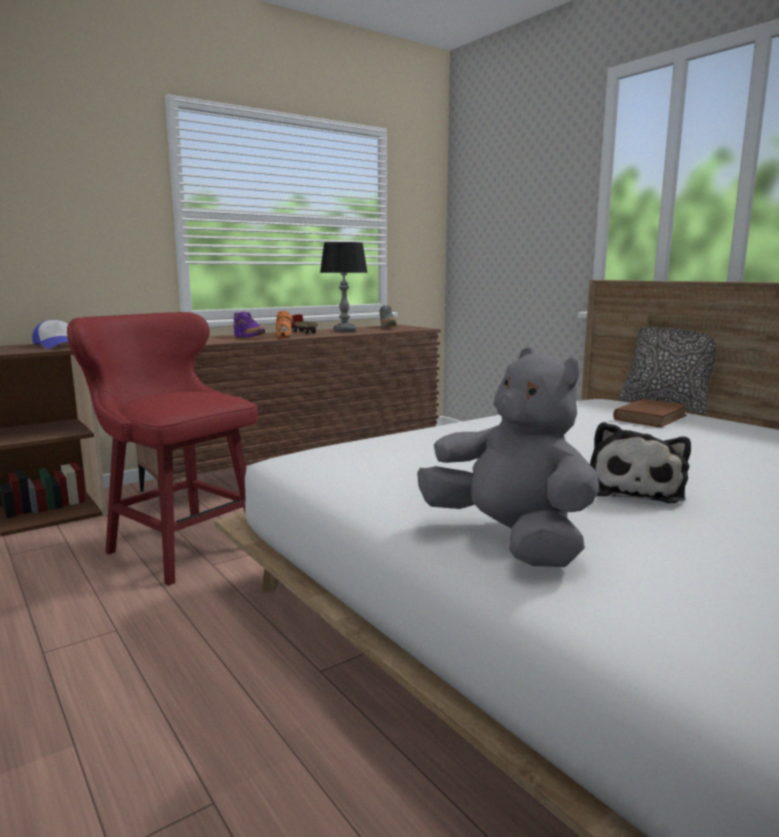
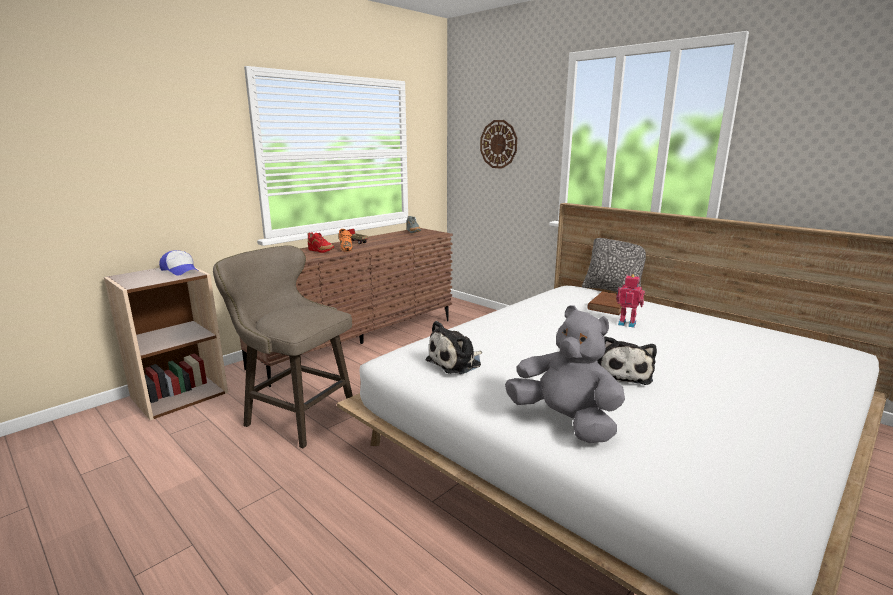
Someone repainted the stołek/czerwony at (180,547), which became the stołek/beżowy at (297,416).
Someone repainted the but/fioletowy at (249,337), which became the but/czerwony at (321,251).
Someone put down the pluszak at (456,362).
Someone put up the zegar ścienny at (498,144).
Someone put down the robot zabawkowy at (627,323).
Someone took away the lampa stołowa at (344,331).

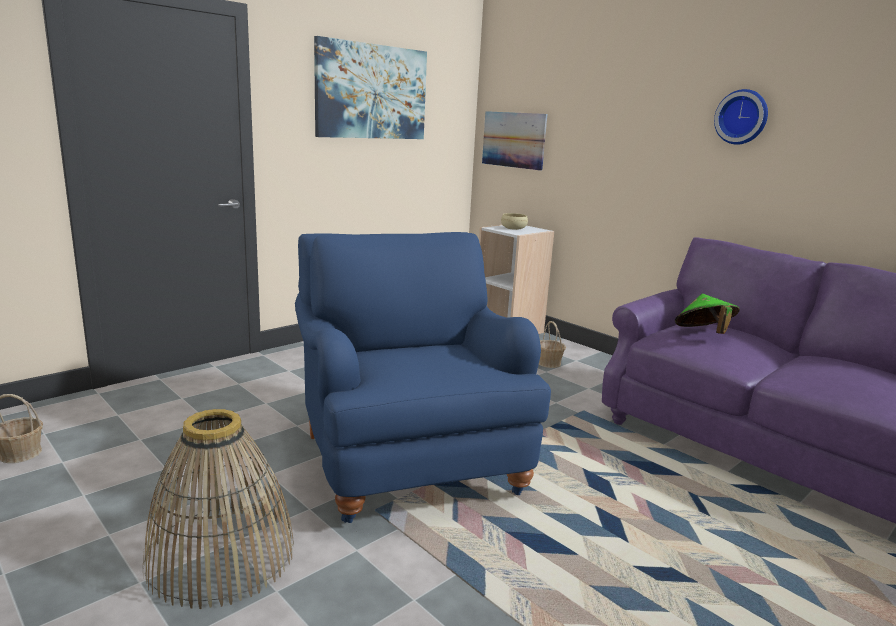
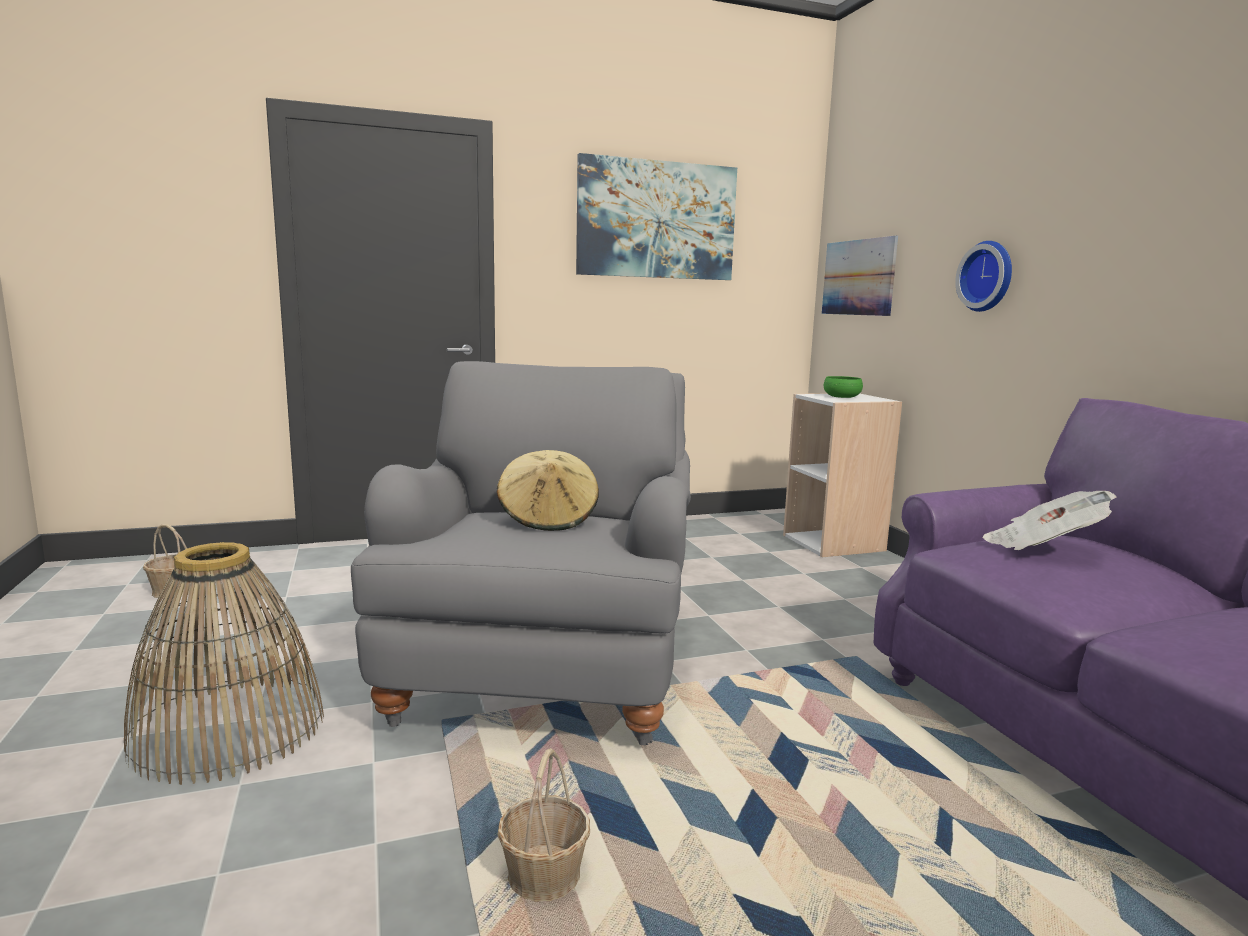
Someone repainted the fotel/niebieski at (407,457), which became the fotel/szary at (546,668).
Someone put down the kapelusz/beżowy at (548,519).
Someone carried the koszyk from (548,363) to (543,877).
Someone repainted the miska/beżowy at (513,228), which became the miska/zielony at (842,396).
Someone carried the zegar ścienny from (742,117) to (988,276).
Someone swapped the kapelusz/zielony at (703,334) for the gazeta at (1042,547).

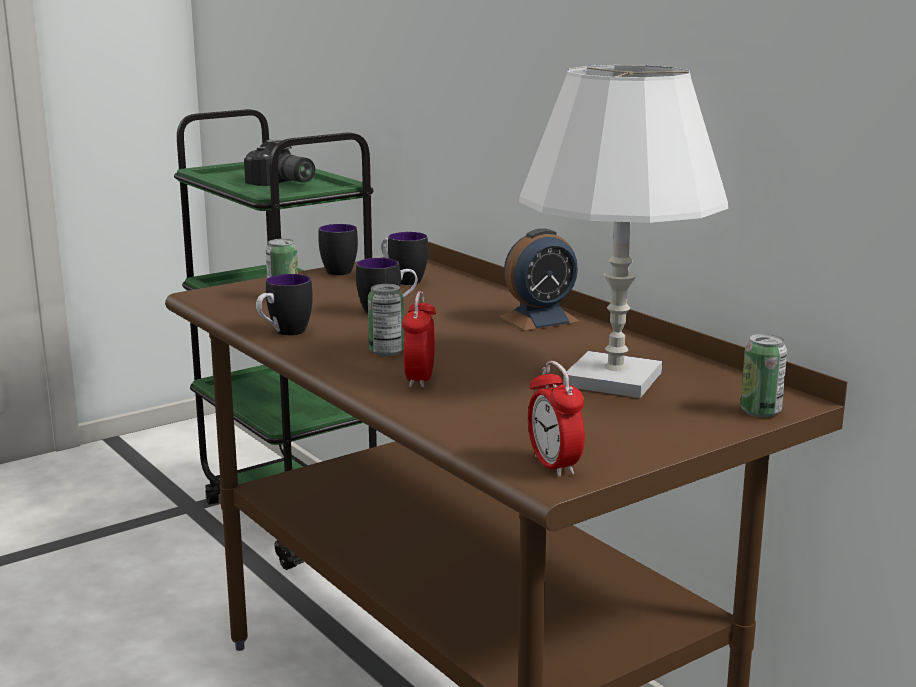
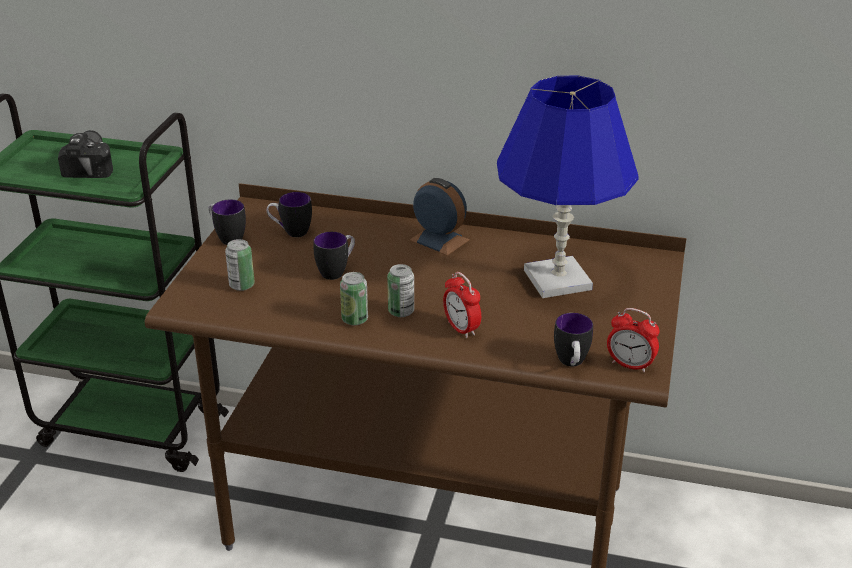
Someone rotated the aparat fotograficzny at (281,183) by 90 degrees counterclockwise.
Someone carried the puszka from (760,411) to (354,319).
Someone rotated the budzik at (539,319) by 75 degrees counterclockwise.
Someone repainted the lampa stołowa/biały at (614,379), which became the lampa stołowa/niebieski at (558,279).
Someone carried the kubek from (284,333) to (571,364).

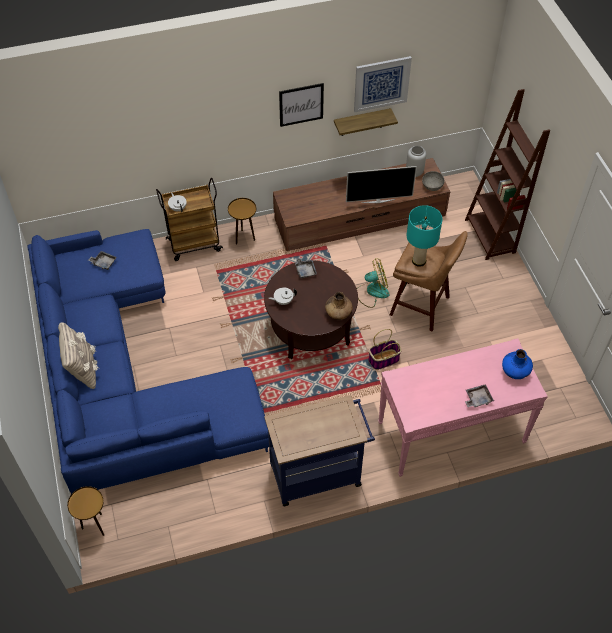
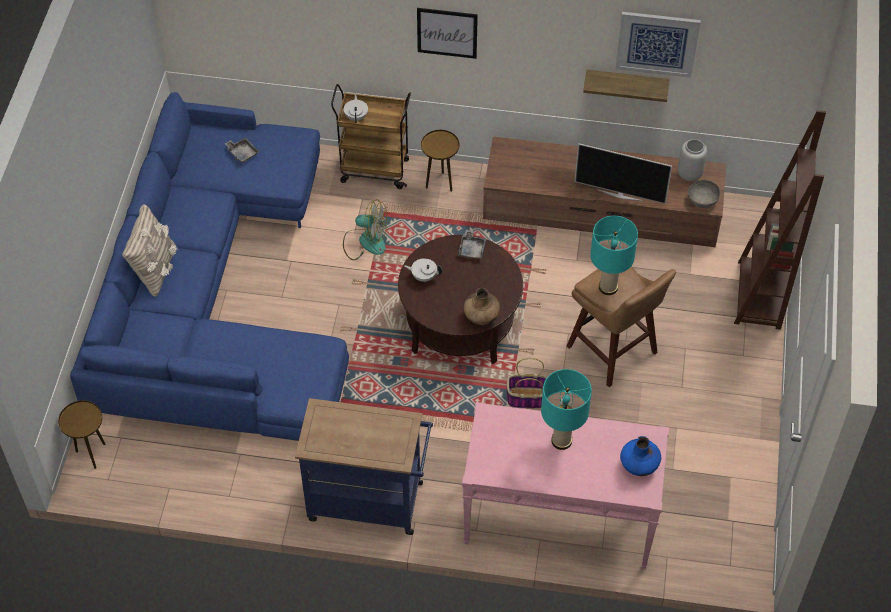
Someone carried the wentylator from (372,292) to (365,242).
Someone carried the obraz from (301,104) to (447,32).
Someone put down the lampa stołowa/turkusowy at (561,441).
Someone took away the taca/szary at (477,399).

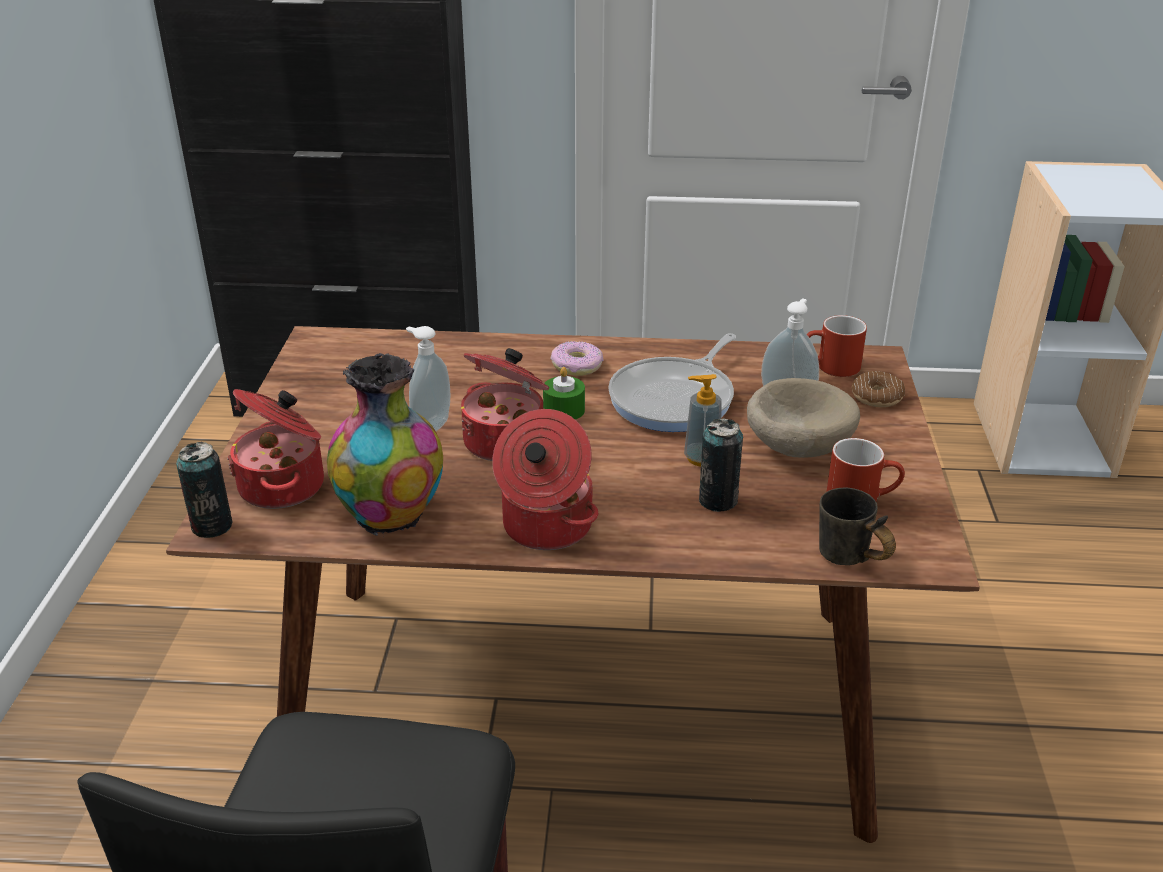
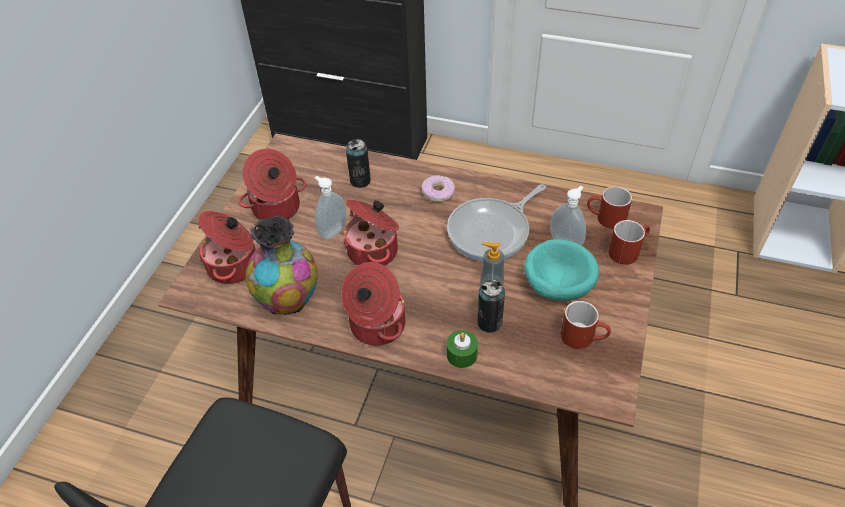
Someone put down the garnek at (277,208).
Someone carried the puszka from (212,526) to (360,181).
Someone carried the świeca/zielony from (564,410) to (461,354).
Someone repainted the miska/beżowy at (796,446), which became the miska/turkusowy at (556,285).
Someone swapped the donut at (877,397) for the kubek/czerwony at (627,250).
Someone took away the kubek/szary at (847,562).

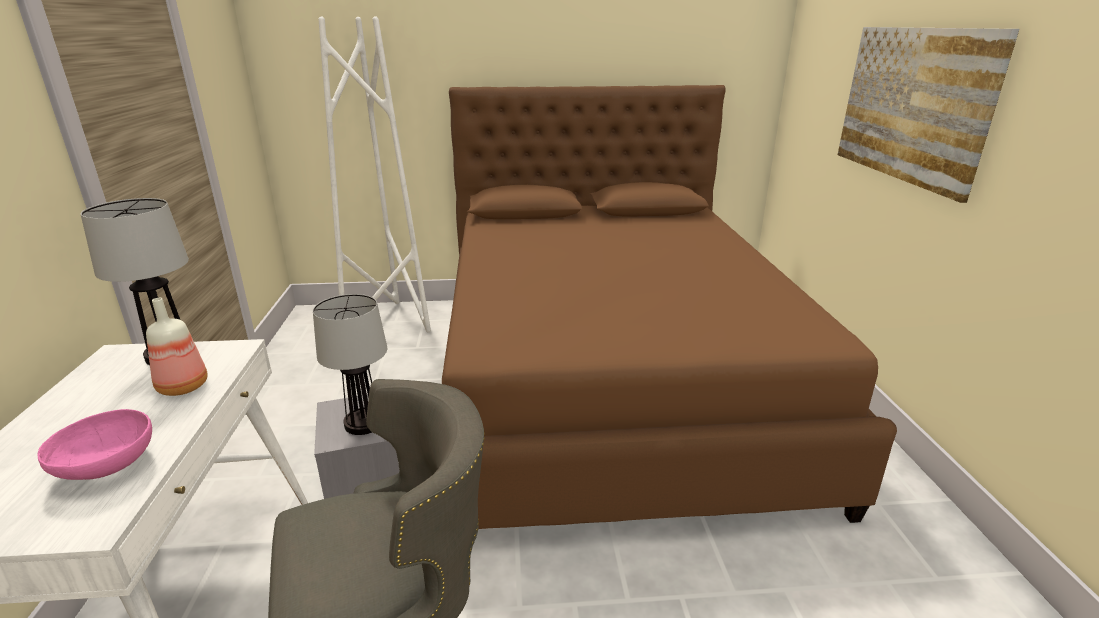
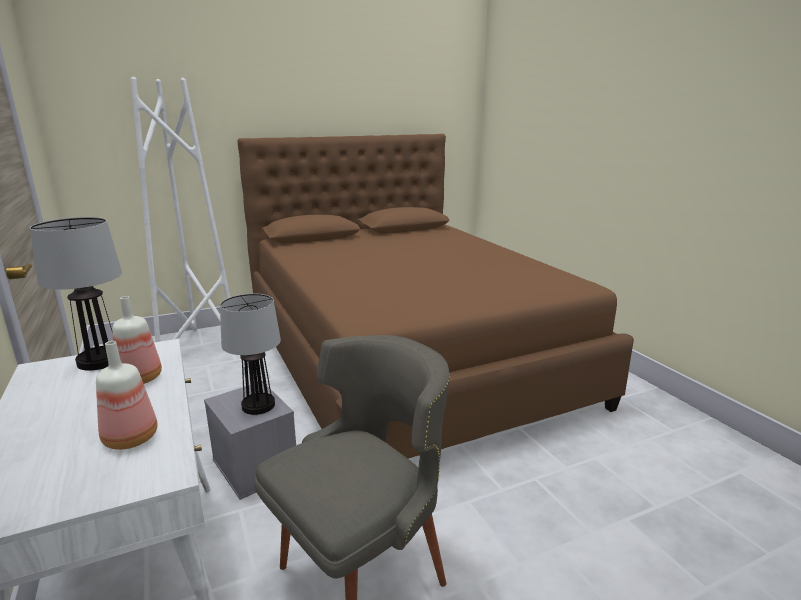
Someone swapped the miska/różowy at (108,468) for the butelka at (132,439).
Someone took away the obraz at (912,105).

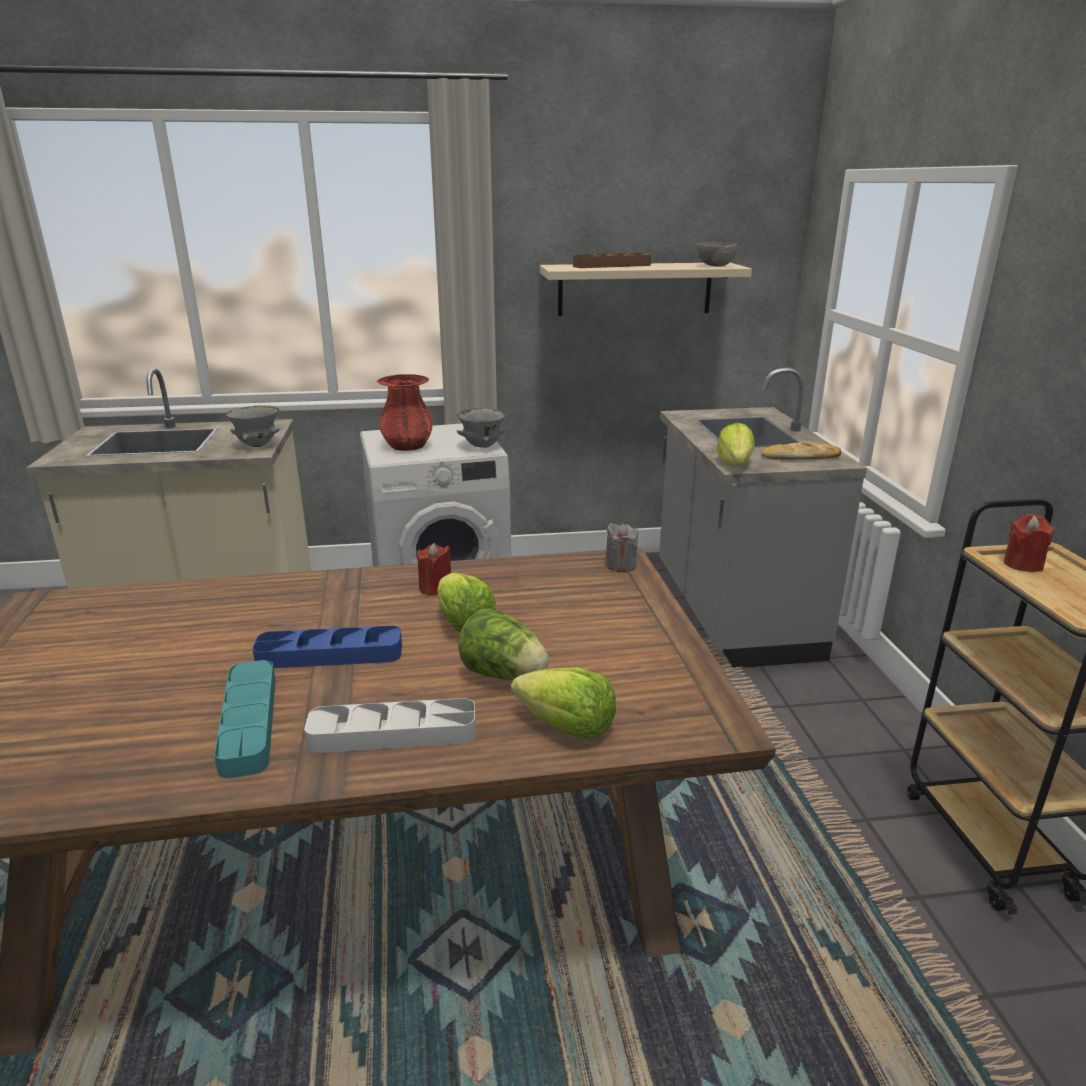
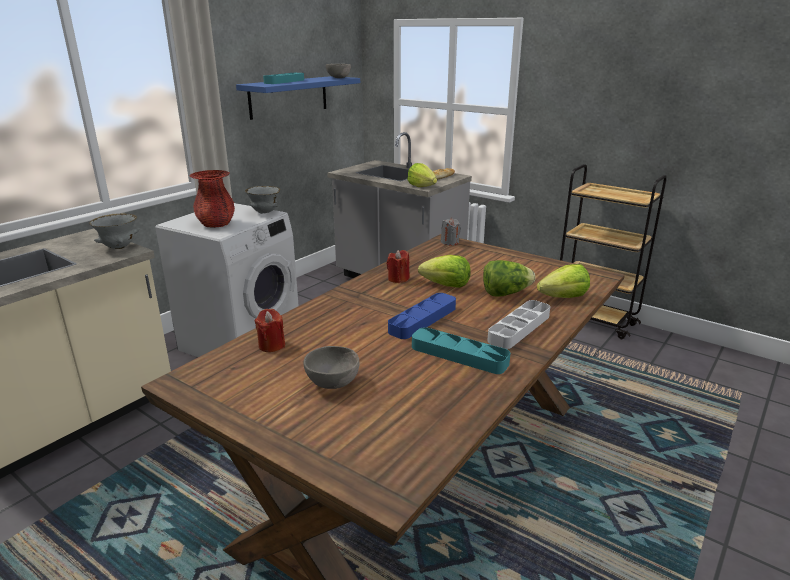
Someone repainted the półka/beżowy at (635,289), which became the półka/niebieski at (289,97).
Someone carried the świeca/czerwony from (1022,564) to (271,345).
Someone repainted the taca/brązowy at (612,266), which became the taca/turkusowy at (284,81).
Someone put down the miska/szary at (333,384).

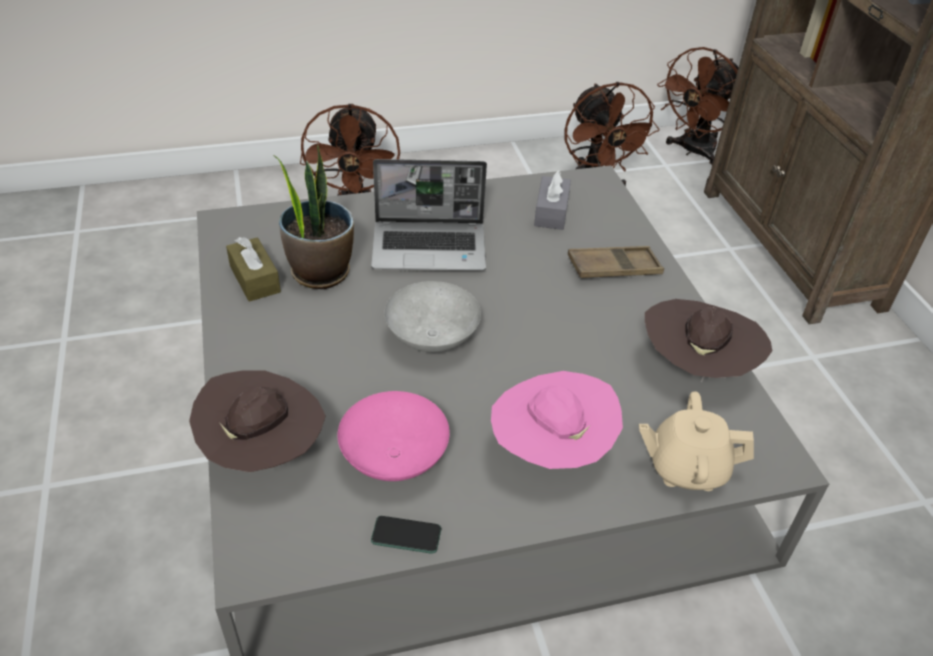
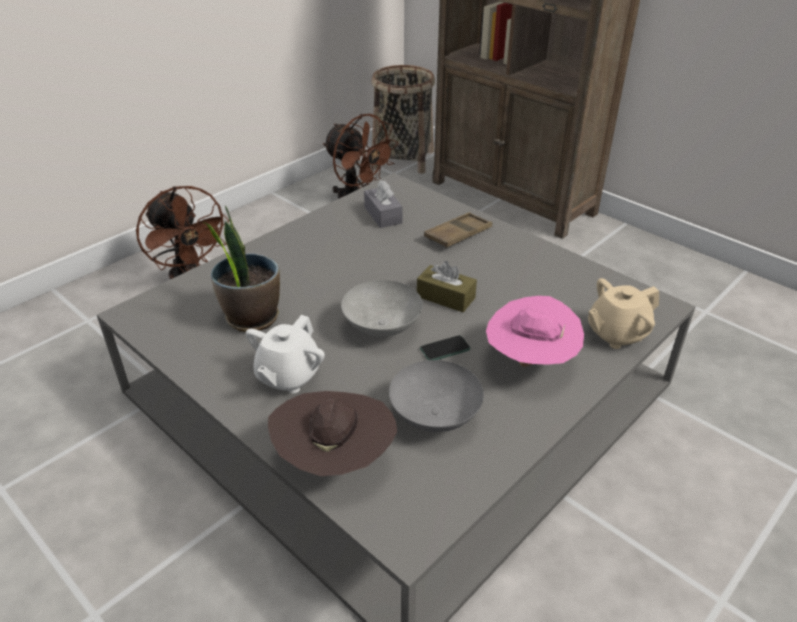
Someone put down the imbryk/biały at (288,376).
Someone swapped the wentylator/brązowy at (692,151) for the koszyk at (403,159).
Someone repainted the miska/różowy at (392,459), which became the miska/szary at (434,417).
Someone carried the pudełko chusteczek/brązowy from (255,279) to (445,297).
Someone carried the telefon from (406,535) to (445,349).
Someone took away the laptop at (430,247).
Someone took away the kapelusz/brązowy at (696,368).

